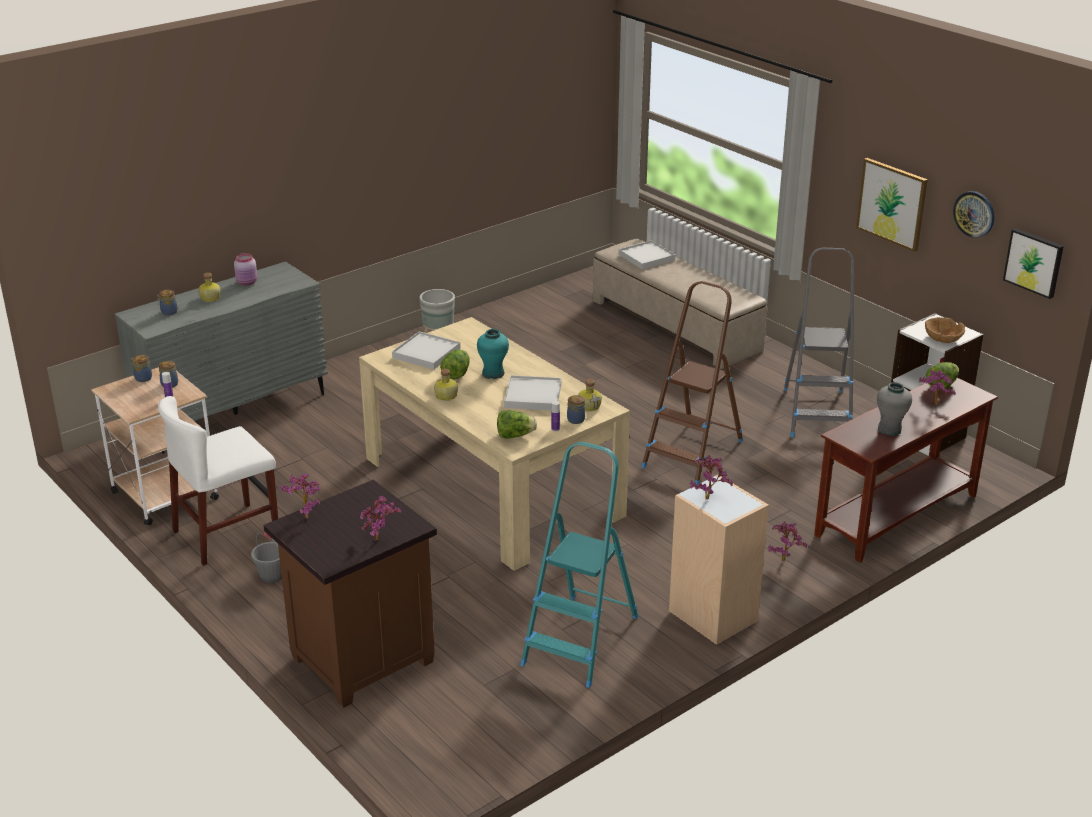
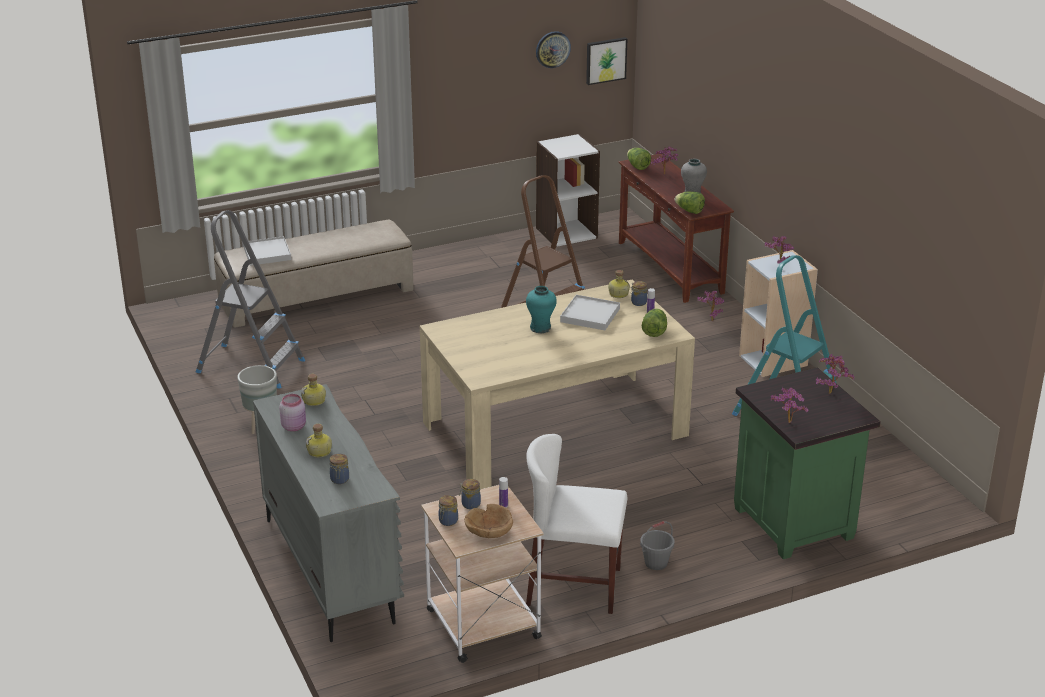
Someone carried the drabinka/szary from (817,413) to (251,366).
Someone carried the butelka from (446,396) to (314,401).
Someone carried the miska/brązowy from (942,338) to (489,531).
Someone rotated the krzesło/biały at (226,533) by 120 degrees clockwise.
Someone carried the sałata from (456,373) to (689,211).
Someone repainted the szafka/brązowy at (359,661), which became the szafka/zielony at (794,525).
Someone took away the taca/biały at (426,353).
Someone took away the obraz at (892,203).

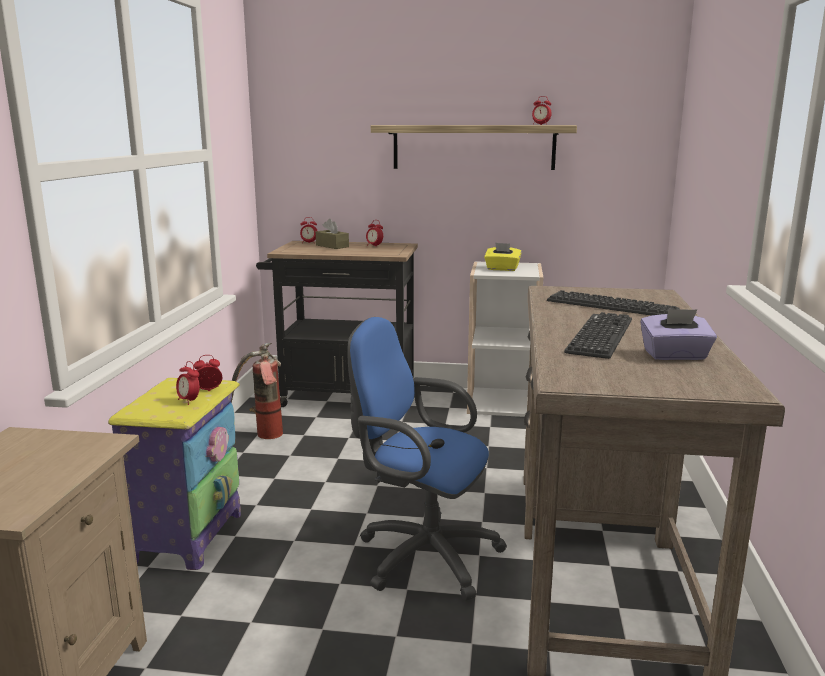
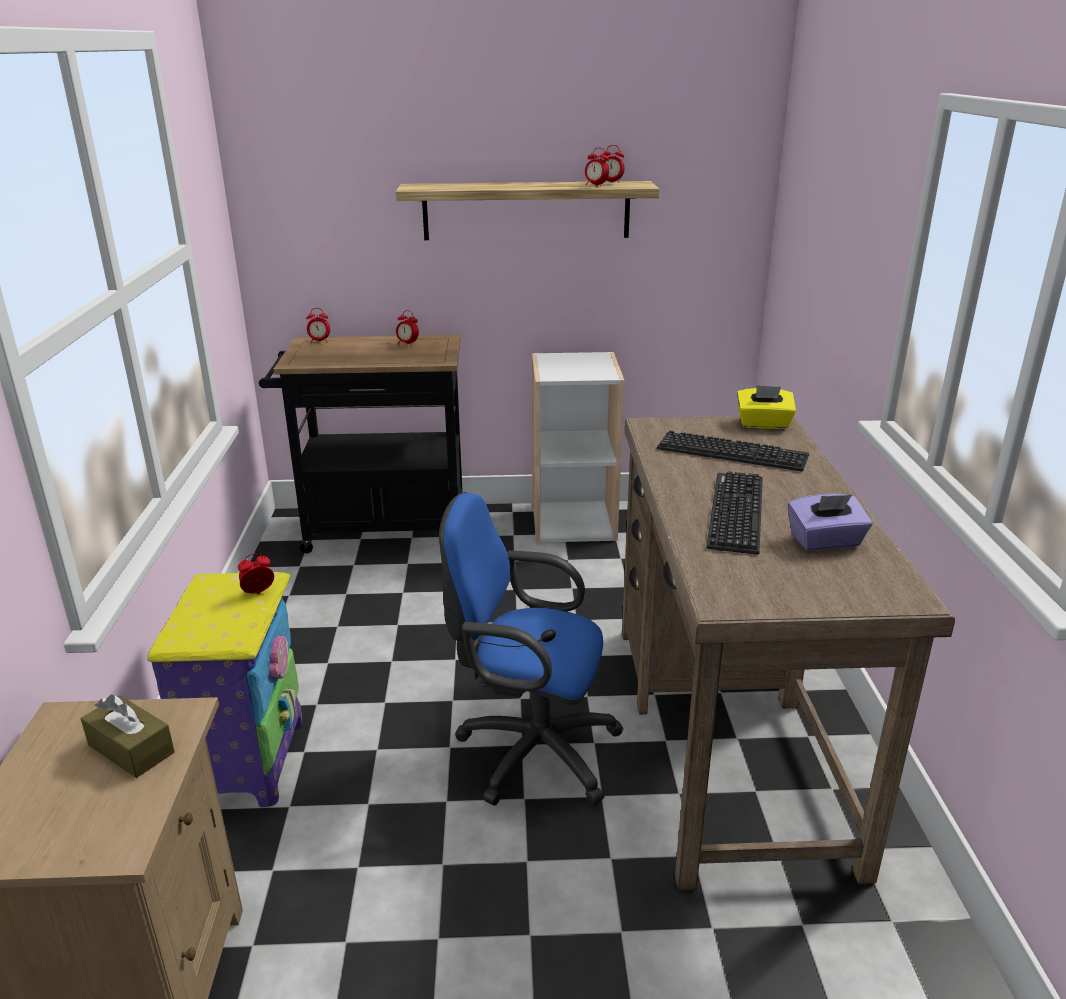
Someone carried the pudełko chusteczek/brązowy from (332,246) to (131,749).
Someone carried the budzik from (189,401) to (596,186).
Someone carried the pudełko chusteczek/żółty from (502,269) to (763,424).
Someone took away the gaśnica at (262,437).

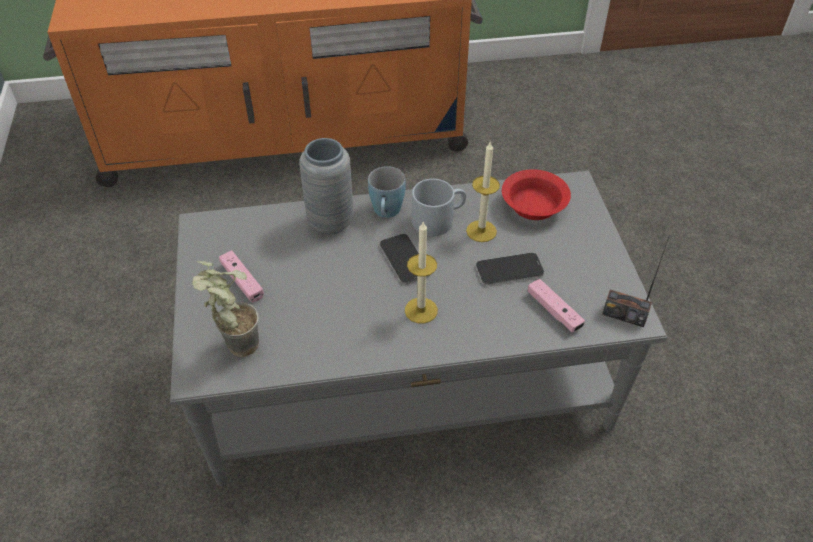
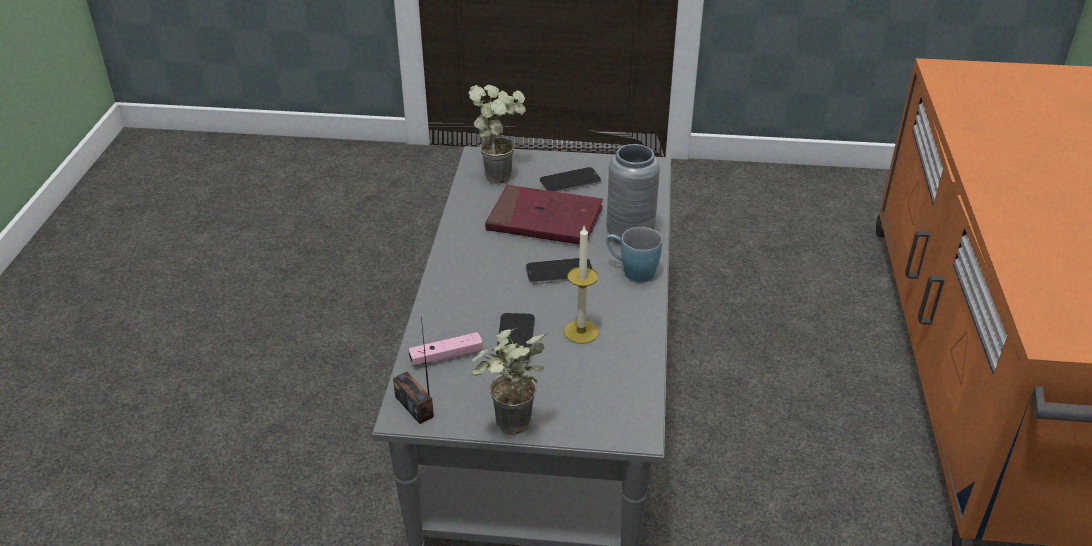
Someone rotated the radio at (624,315) by 75 degrees counterclockwise.
Someone put down the roślina doniczkowa at (509,431).
Someone put down the książka/czerwony at (544,220).
Someone swapped the pad do gier/różowy at (242,281) for the telefon at (570,182).
Someone took away the świeca at (421,310).
Someone took away the kubek/szary at (438,219).
Someone took away the miska/czerwony at (532,206).

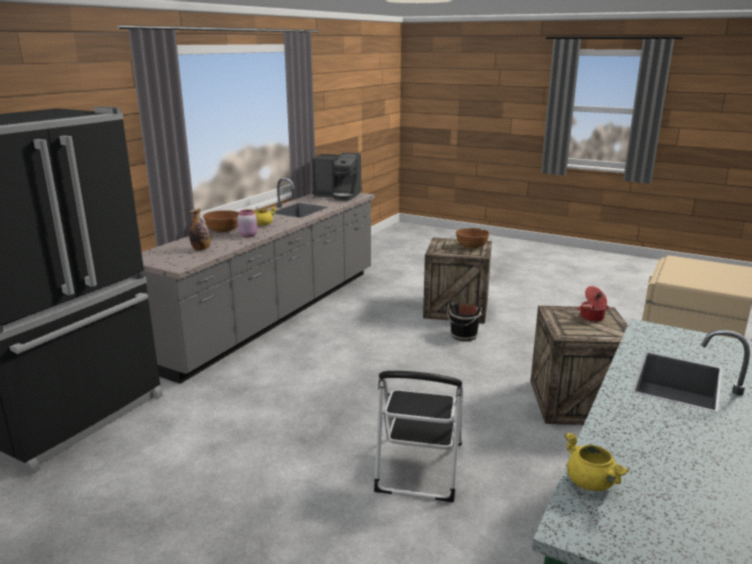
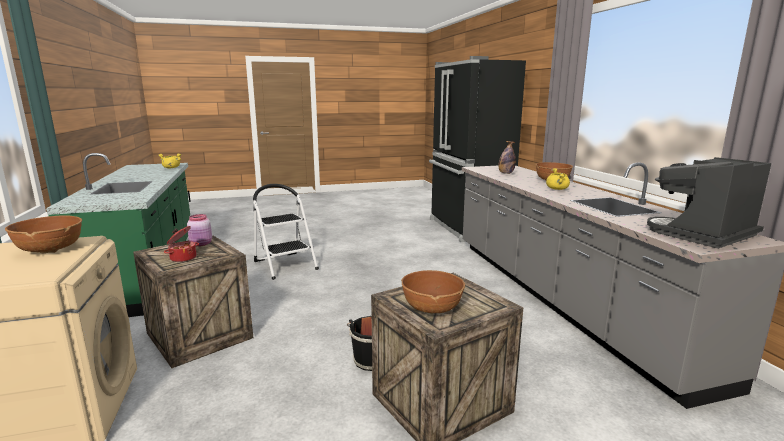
Someone put down the miska/brązowy at (50,249).
Someone carried the słoik/różowy from (248,235) to (201,244).

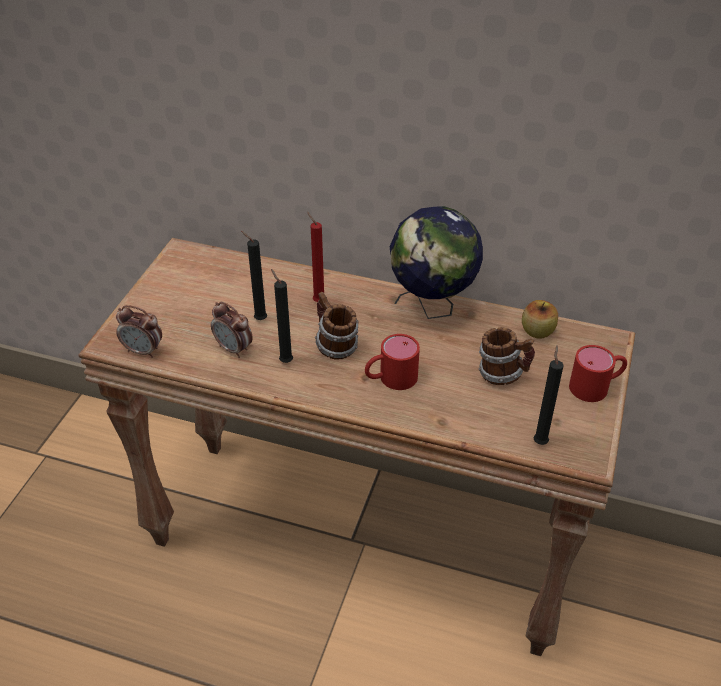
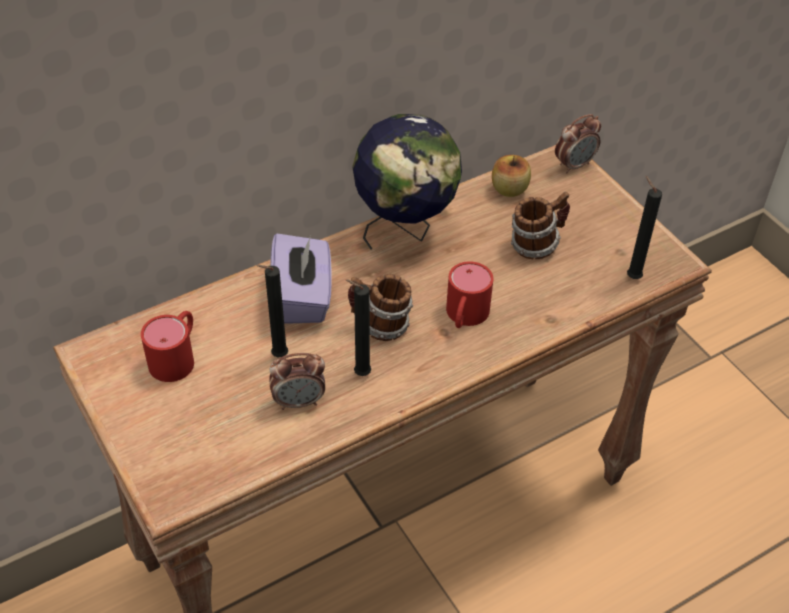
Someone carried the kubek/czerwony from (596,386) to (177,356).
Someone swapped the świeca/czerwony at (317,301) for the pudełko chusteczek/fioletowy at (303,297).
Someone carried the budzik from (143,351) to (574,165).

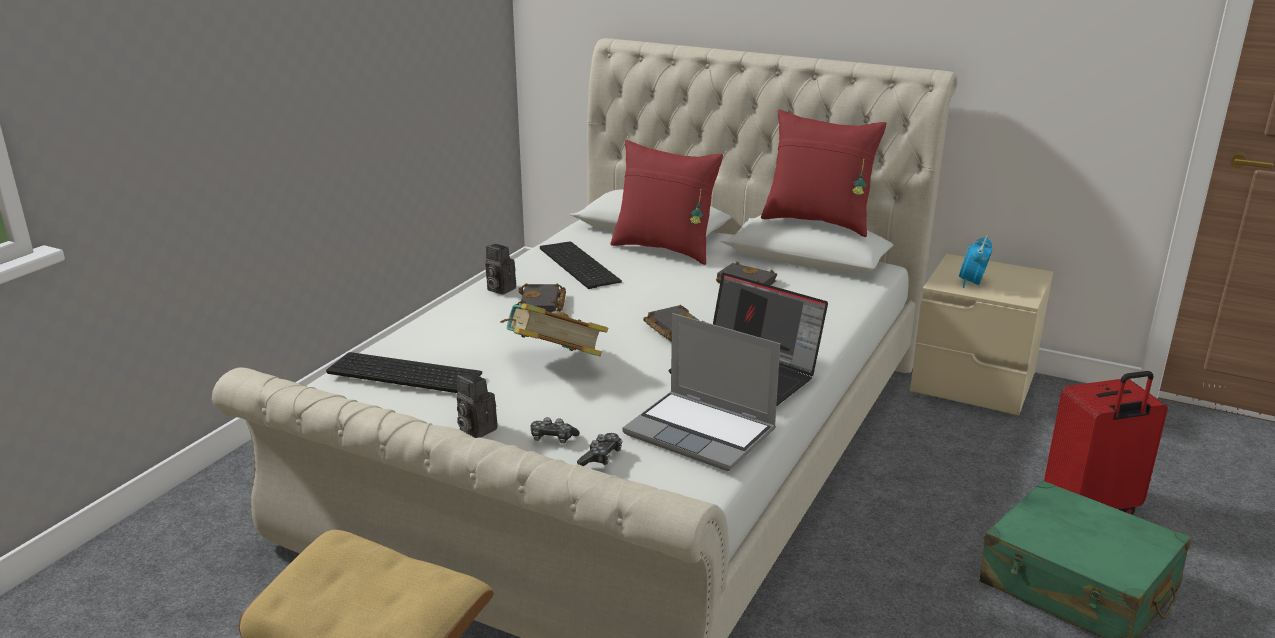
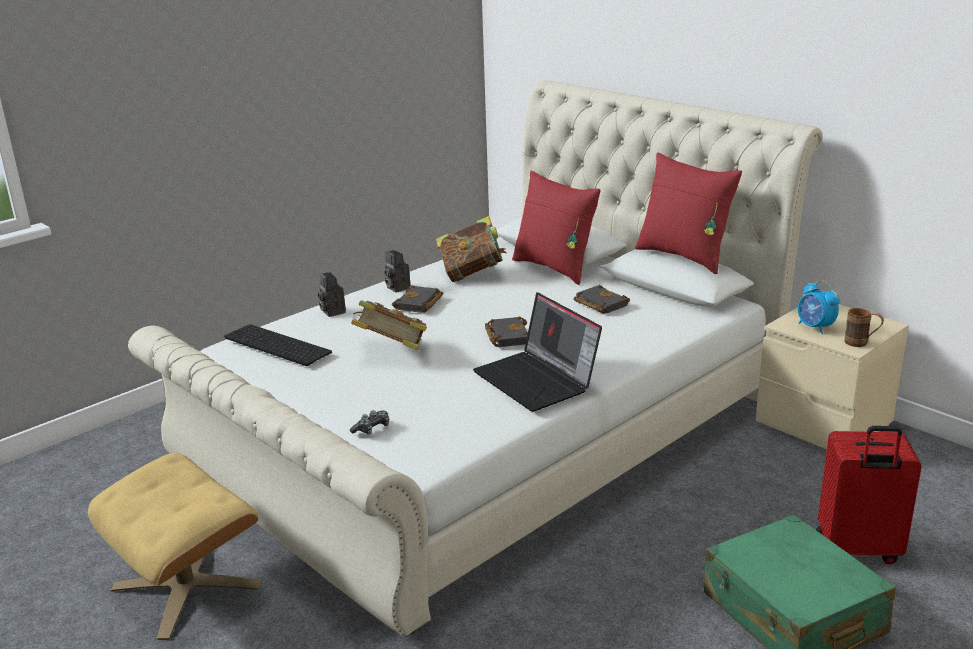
Someone carried the aparat fotograficzny from (475,429) to (332,311).
Someone swapped the klawiatura at (576,264) for the książka at (472,274).
Someone rotated the budzik at (972,283) by 75 degrees counterclockwise.
Someone put down the kubek/brązowy at (861,343).
Someone took away the pad do gier at (552,438).
Someone took away the laptop at (702,432).

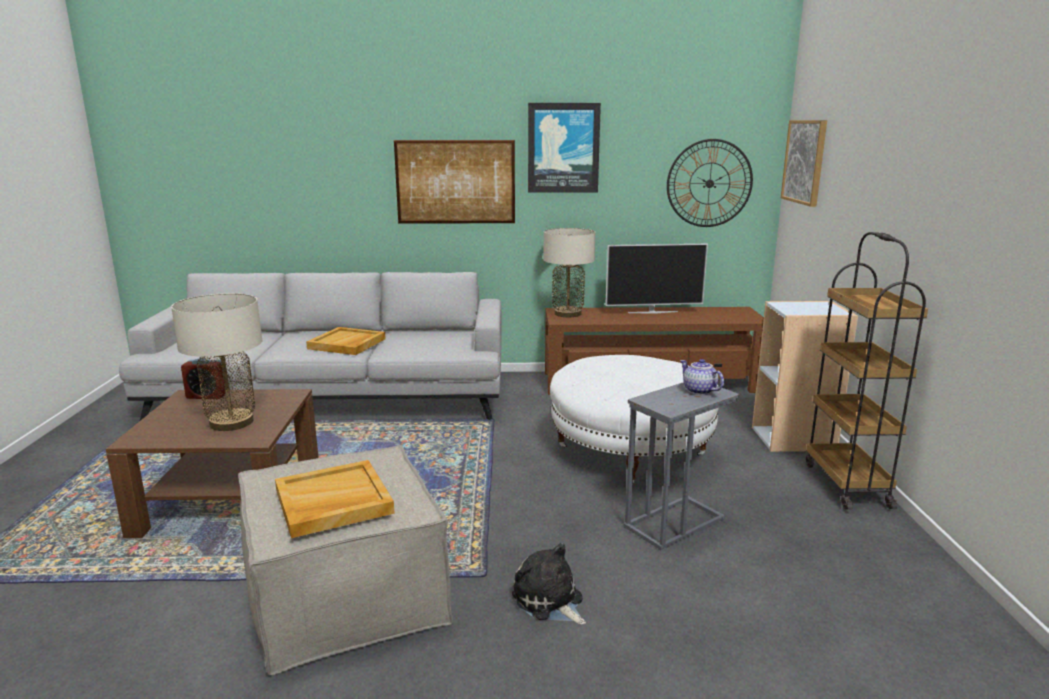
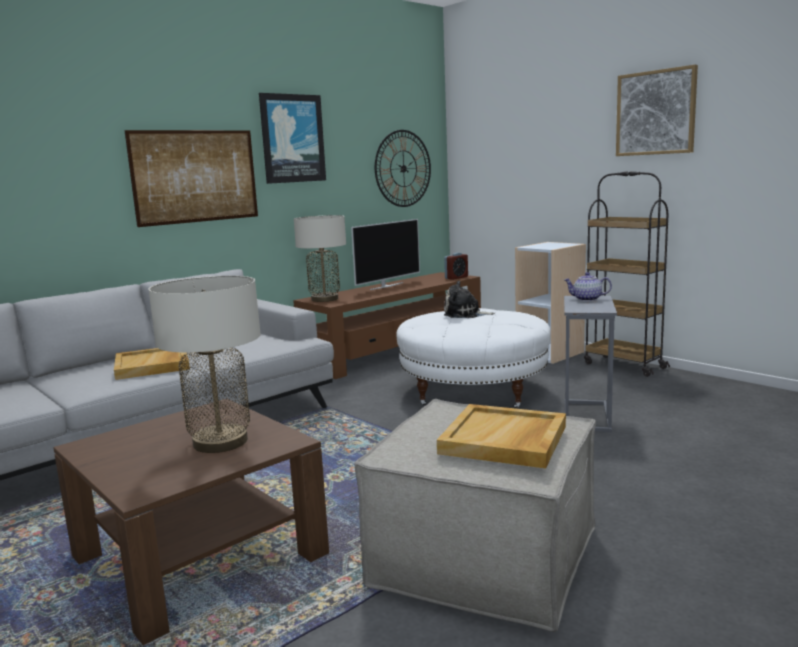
Someone carried the budzik from (207,396) to (456,277).
Someone carried the pluszak from (549,601) to (465,314).
Someone carried the obraz from (805,161) to (656,113).

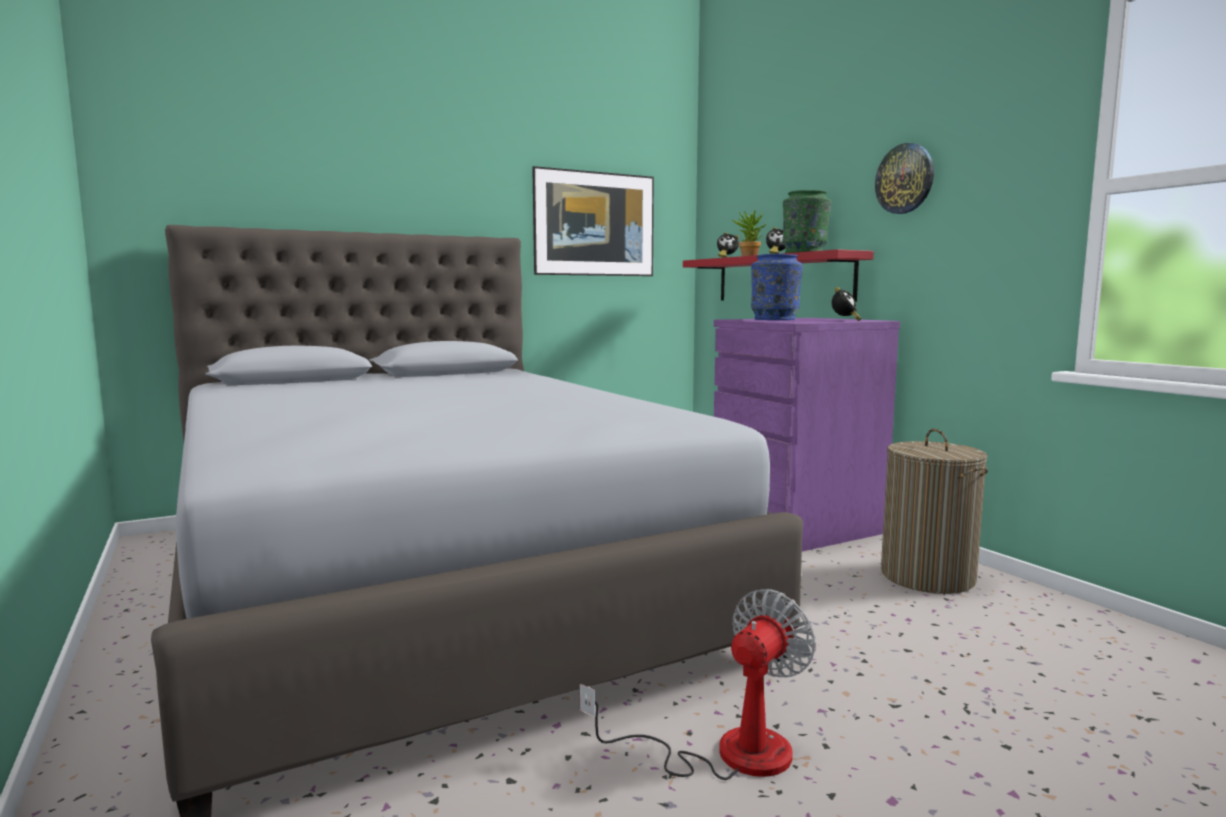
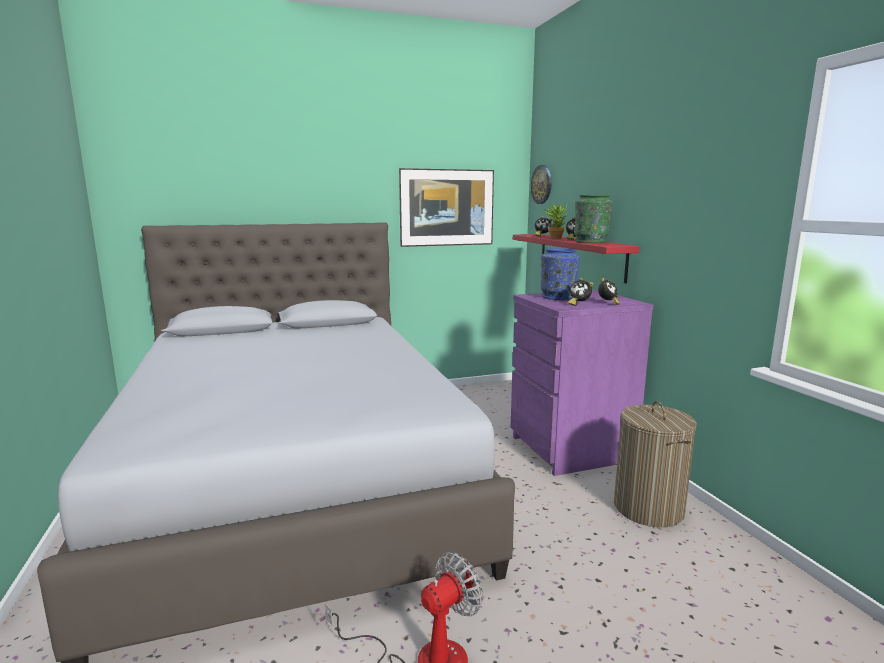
Someone carried the zegar ścienny from (905,179) to (542,184).
Someone put down the budzik at (579,304).

